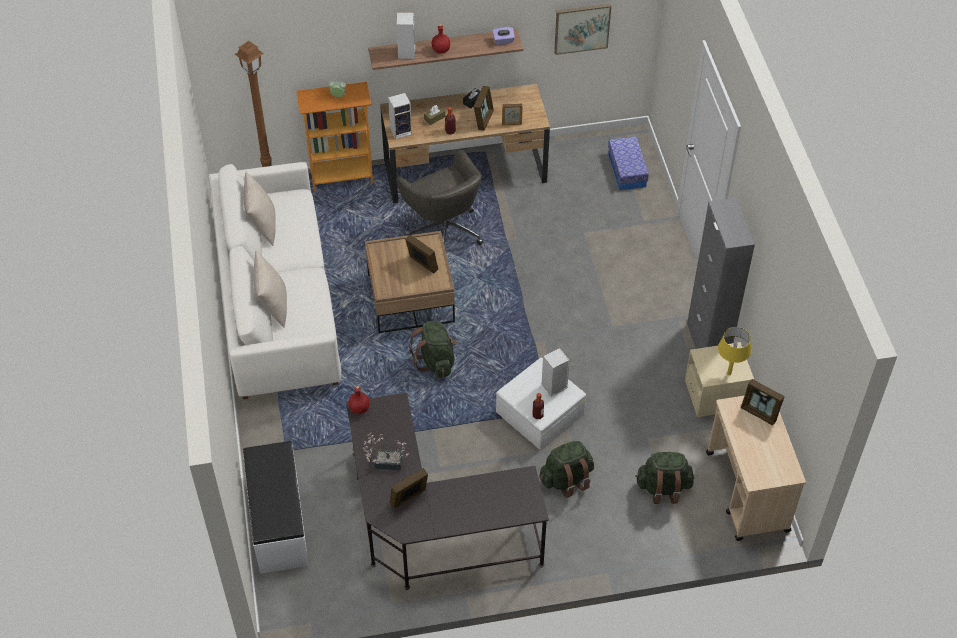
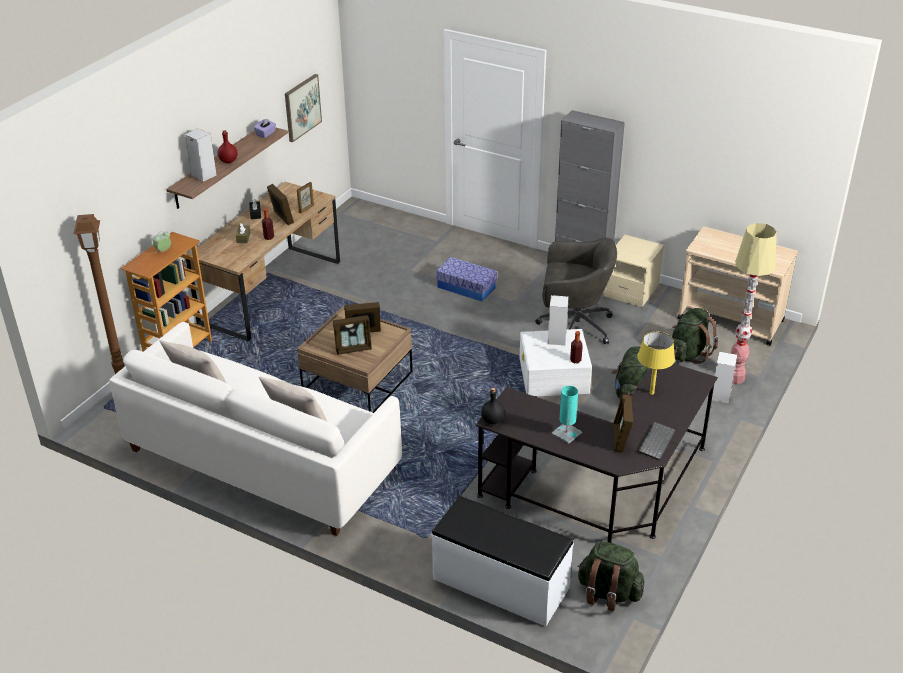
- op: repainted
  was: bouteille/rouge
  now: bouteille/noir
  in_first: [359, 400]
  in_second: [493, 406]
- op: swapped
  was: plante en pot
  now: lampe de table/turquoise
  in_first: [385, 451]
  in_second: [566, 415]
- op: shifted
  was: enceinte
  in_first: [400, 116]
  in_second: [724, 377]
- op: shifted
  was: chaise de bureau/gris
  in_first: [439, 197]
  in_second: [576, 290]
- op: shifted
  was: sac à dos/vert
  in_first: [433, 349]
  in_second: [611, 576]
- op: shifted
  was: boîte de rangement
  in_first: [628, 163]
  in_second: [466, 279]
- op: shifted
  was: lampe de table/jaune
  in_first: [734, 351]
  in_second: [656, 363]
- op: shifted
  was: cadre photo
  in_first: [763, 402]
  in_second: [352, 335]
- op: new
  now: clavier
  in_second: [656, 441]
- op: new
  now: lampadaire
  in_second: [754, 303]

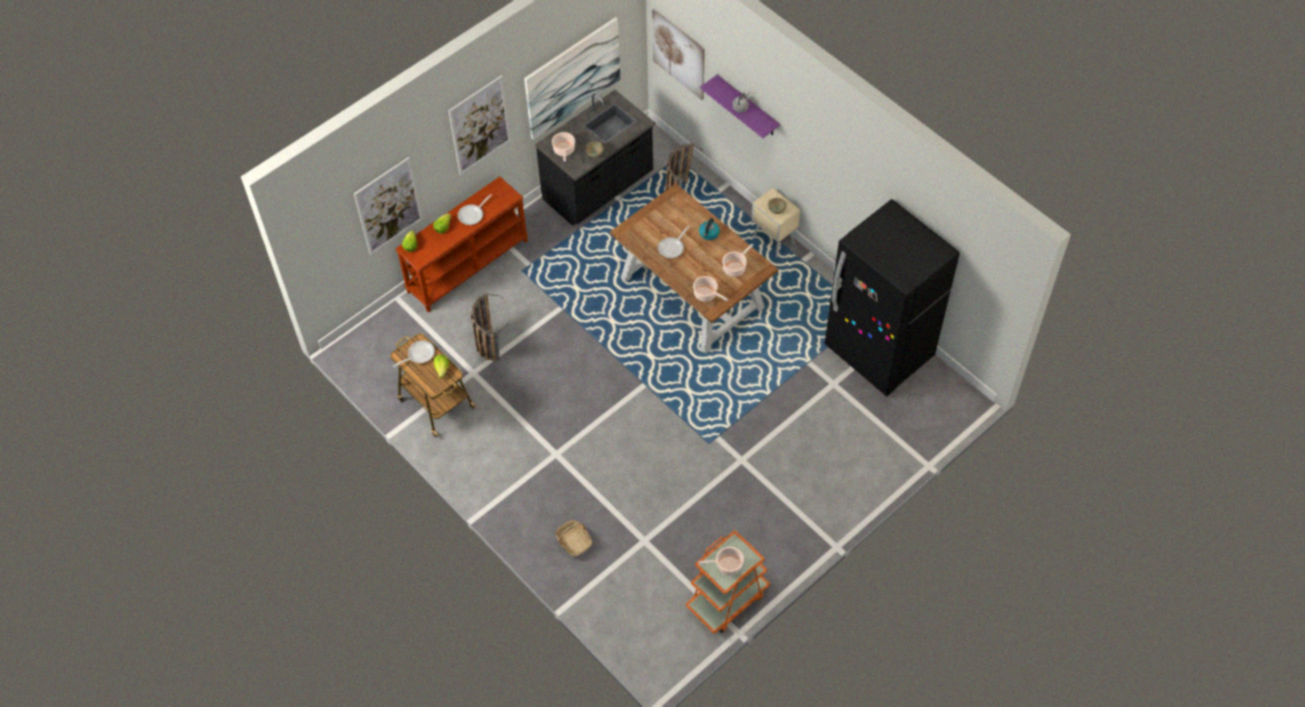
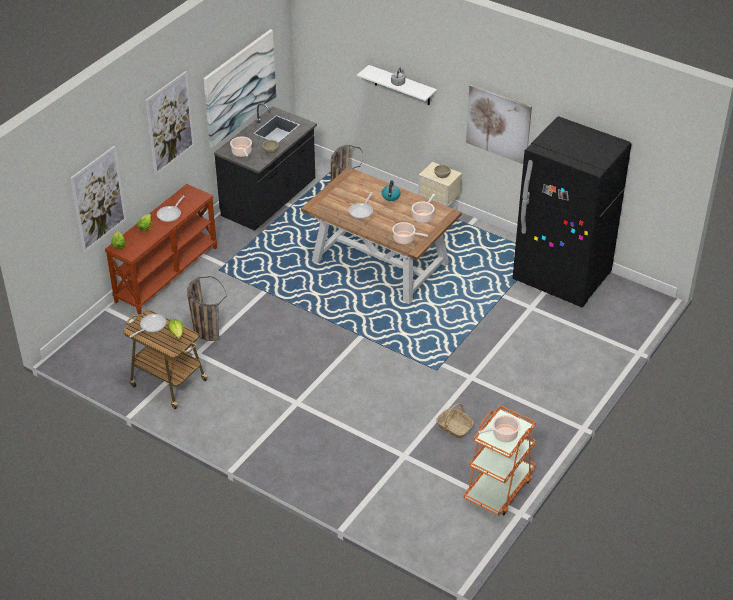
- op: shifted
  was: panier
  in_first: [573, 538]
  in_second: [455, 421]
- op: shifted
  was: tableau
  in_first: [678, 54]
  in_second: [499, 124]
- op: repainted
  was: étagère/violet
  now: étagère/blanc
  in_first: [740, 106]
  in_second: [397, 85]

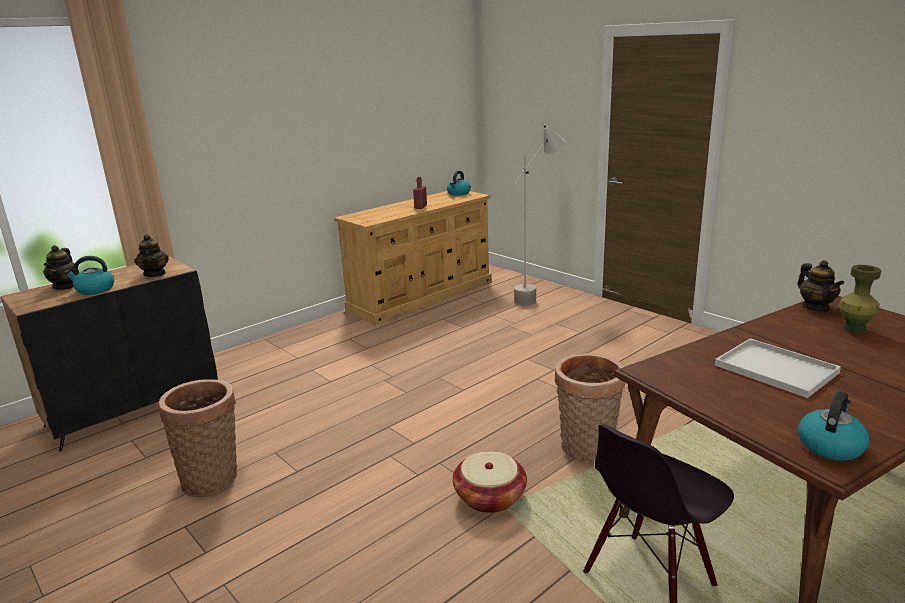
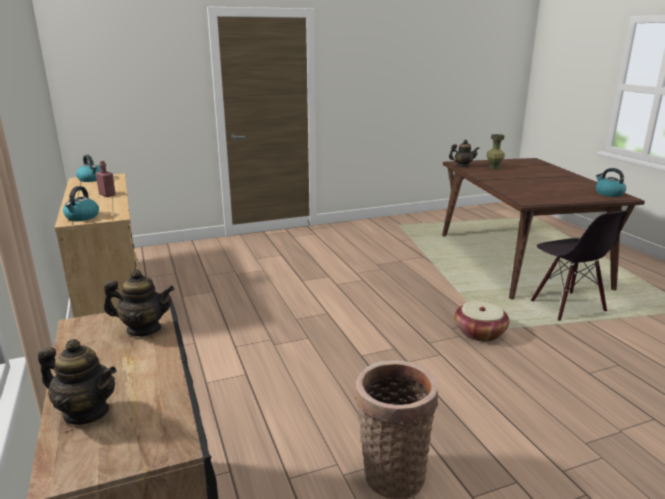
- op: shifted
  was: bouilloire
  in_first: [89, 275]
  in_second: [81, 203]
- op: gone
  was: lampadaire/gris
  in_first: [539, 215]
- op: gone
  was: panier
  in_first: [590, 407]
- op: gone
  was: plateau/blanc
  in_first: [778, 368]

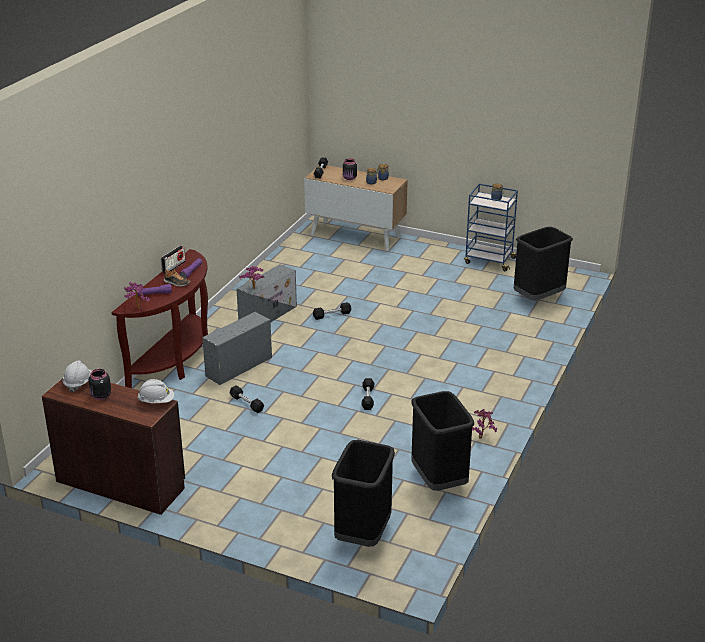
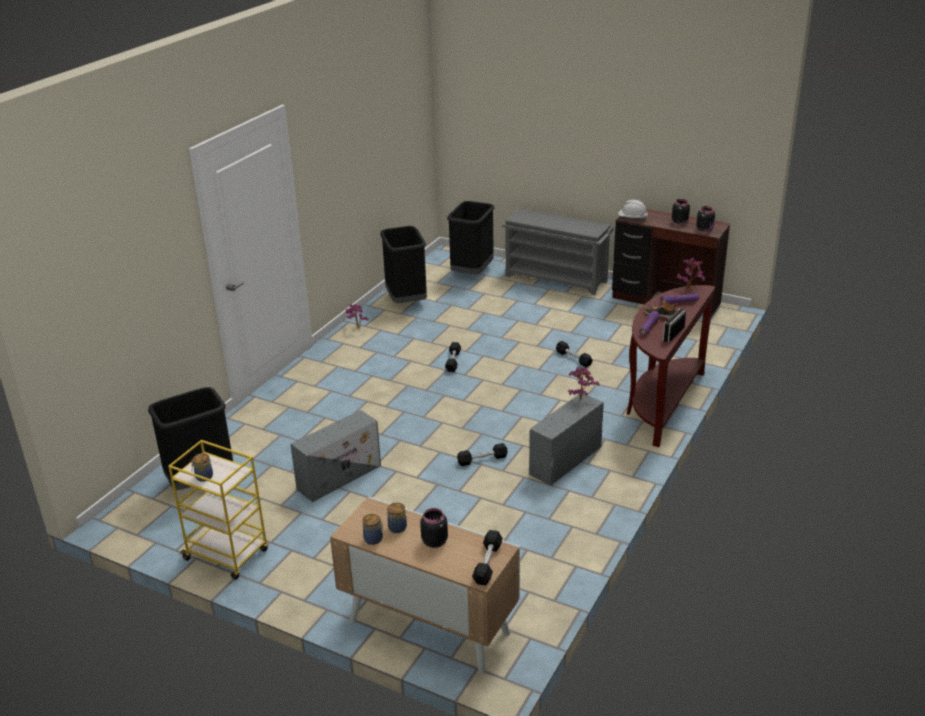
- op: swapped
  was: casque de chantier/blanc
  now: bocal/noir
  in_first: [77, 376]
  in_second: [705, 219]
- op: shifted
  was: boîte de rangement/gris
  in_first: [237, 348]
  in_second: [335, 456]
- op: repainted
  was: chariot/bleu
  now: chariot/jaune
  in_first: [491, 227]
  in_second: [218, 510]
- op: new
  now: étagère à chaussures/gris
  in_second: [558, 252]

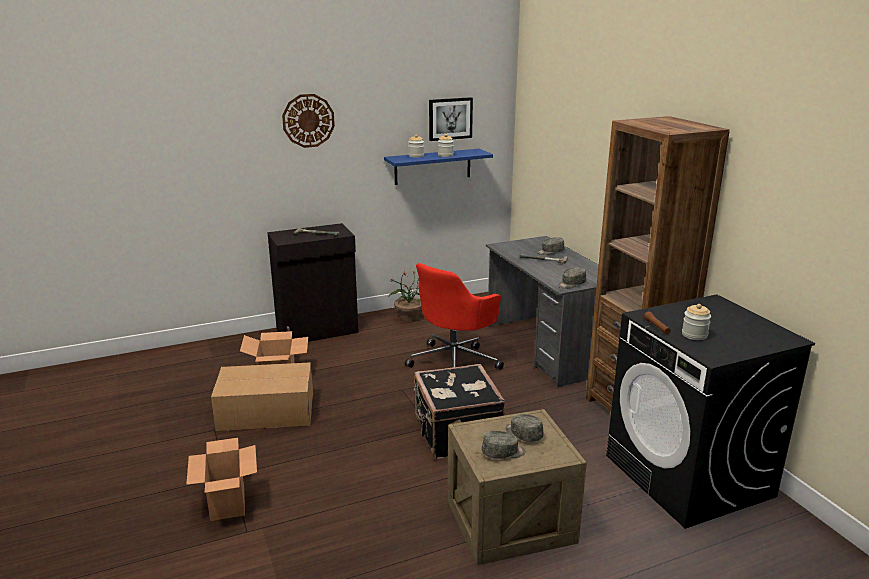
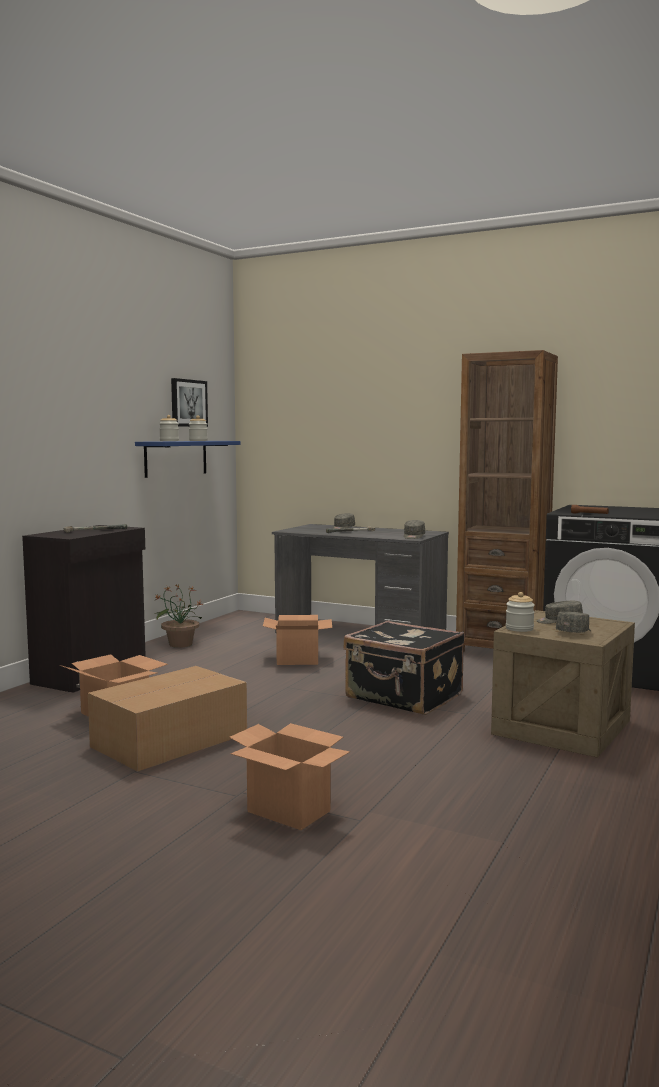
- op: gone
  was: horloge murale
  in_first: [308, 121]
- op: swapped
  was: chaise de bureau/rouge
  now: carton
  in_first: [454, 316]
  in_second: [297, 640]
- op: shifted
  was: bocal
  in_first: [696, 322]
  in_second: [520, 612]

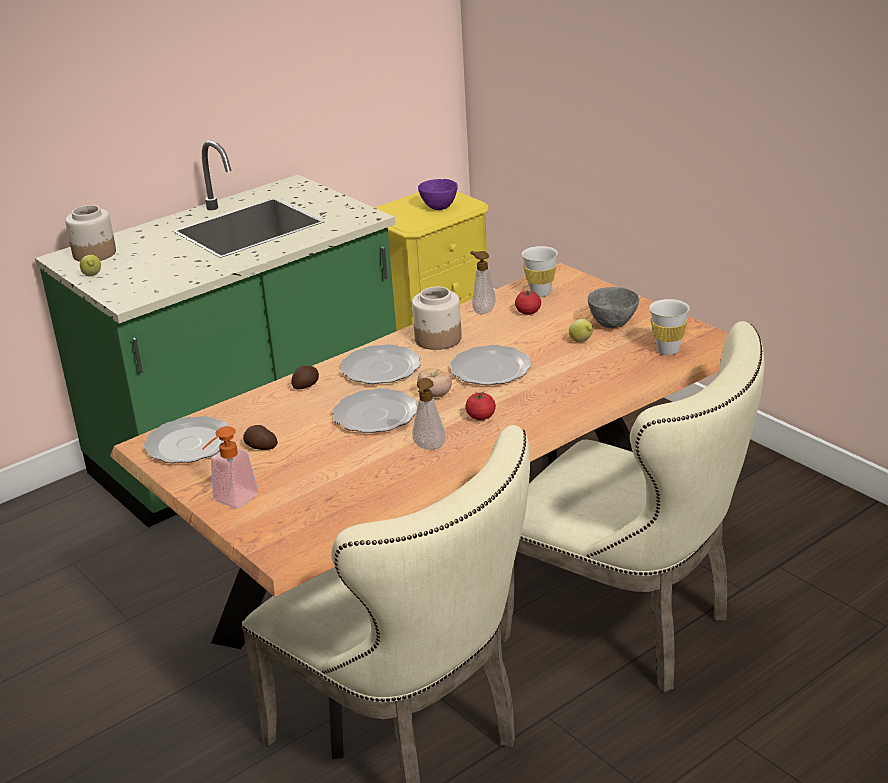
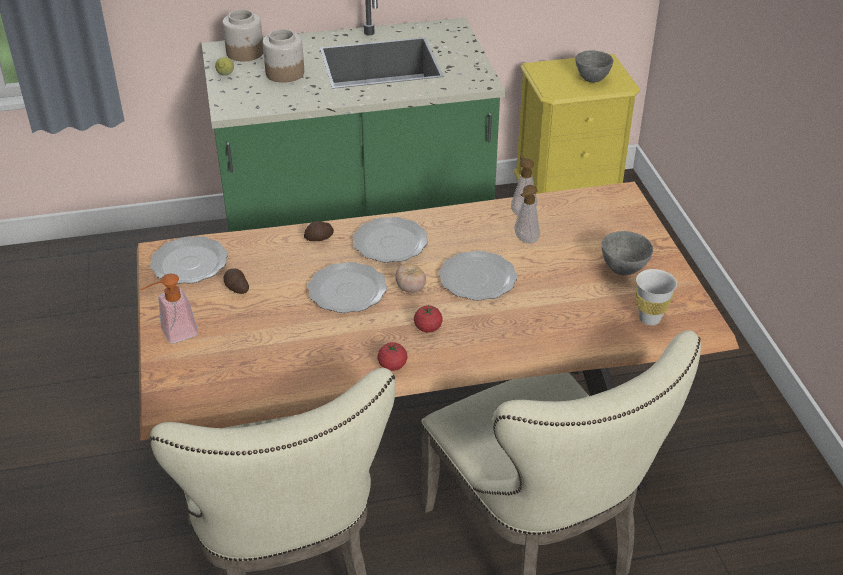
- op: shifted
  was: bocal
  in_first: [437, 318]
  in_second: [283, 56]
- op: shifted
  was: distributeur de savon
  in_first: [429, 414]
  in_second: [527, 214]
- op: repainted
  was: bol/violet
  now: bol/gris
  in_first: [438, 194]
  in_second: [594, 66]
- op: shifted
  was: tomate
  in_first: [528, 303]
  in_second: [392, 356]
- op: gone
  was: tasse/blanc
  in_first: [540, 271]
- op: gone
  was: citron
  in_first: [581, 330]

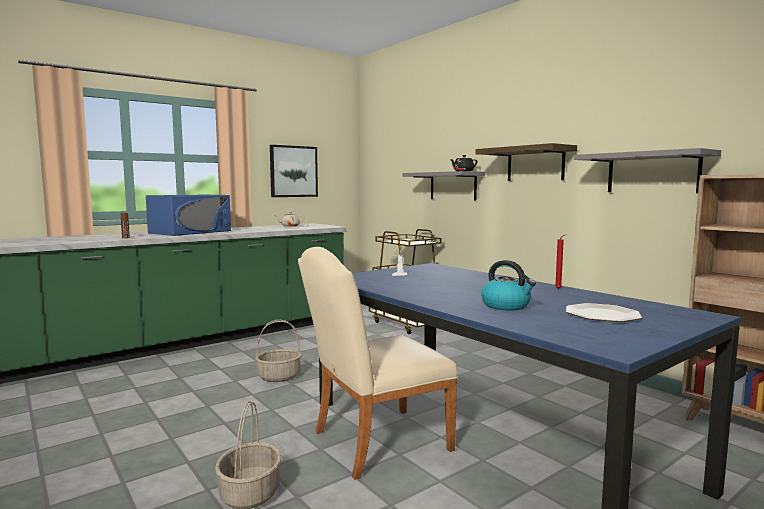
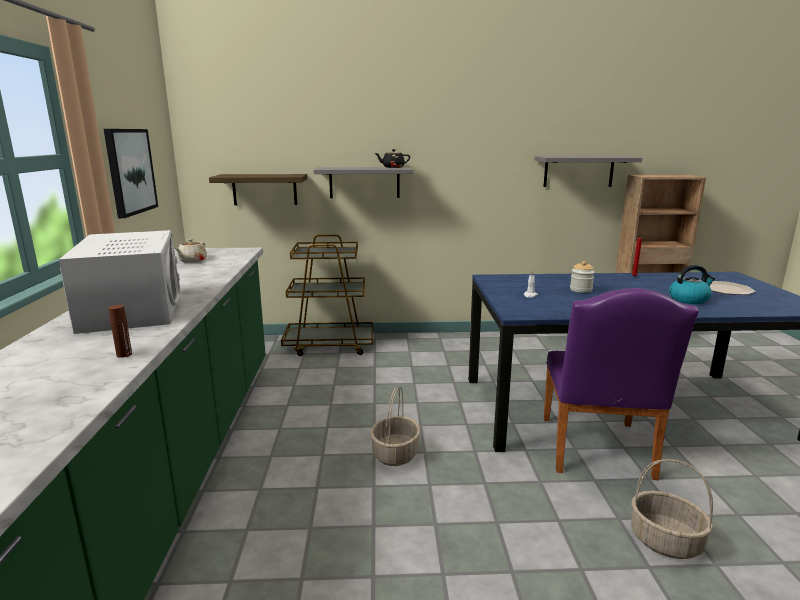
- op: repainted
  was: micro-ondes/bleu
  now: micro-ondes/blanc
  in_first: [188, 215]
  in_second: [119, 282]
- op: repainted
  was: chaise/beige
  now: chaise/violet
  in_first: [378, 363]
  in_second: [621, 384]
- op: shifted
  was: étagère
  in_first: [526, 162]
  in_second: [258, 189]
- op: new
  now: bocal
  in_second: [582, 277]

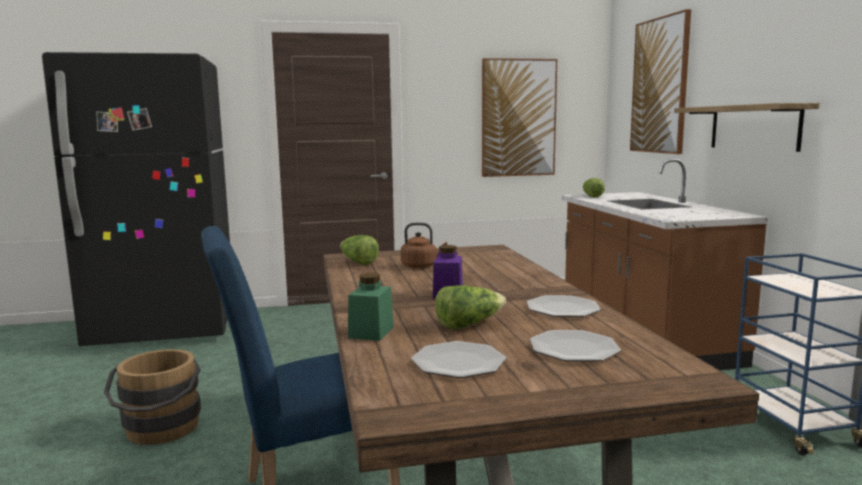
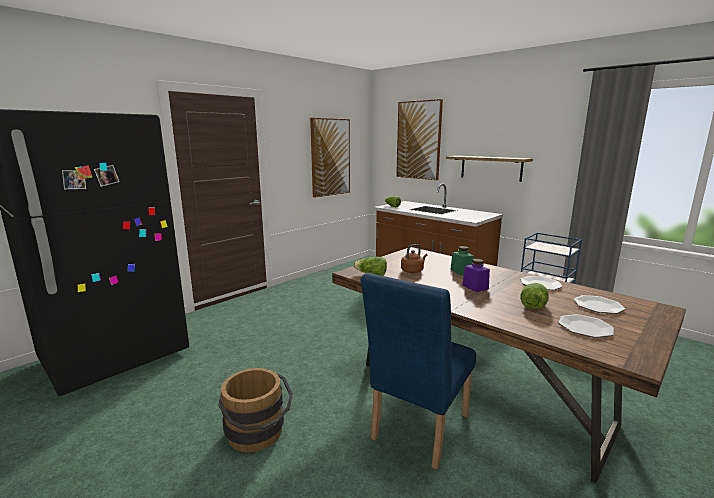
- op: shifted
  was: bocal/vert
  in_first: [371, 307]
  in_second: [462, 261]

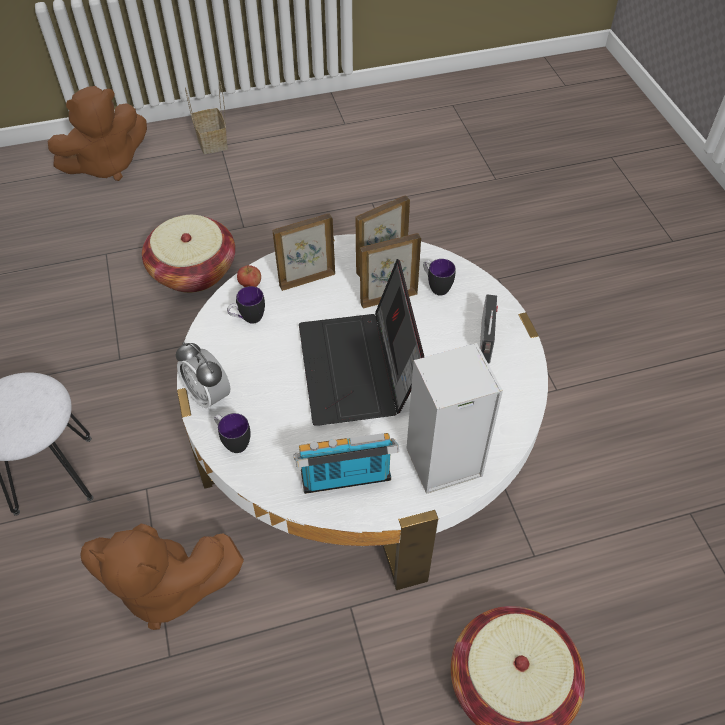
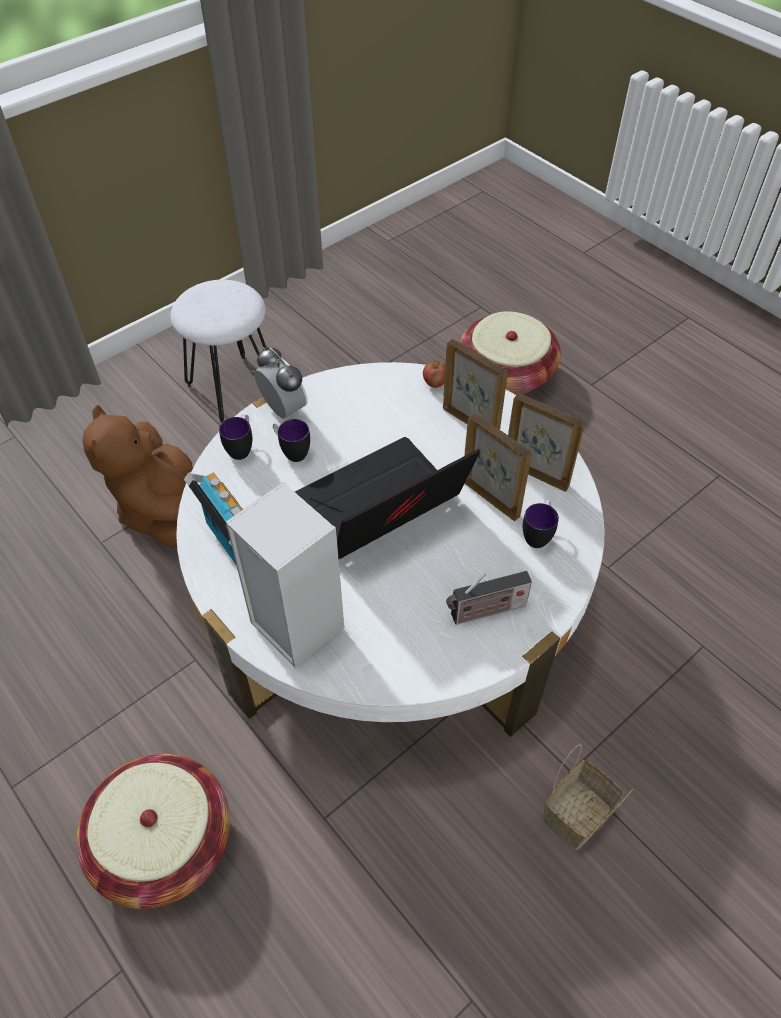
- op: gone
  was: peluche/marron
  in_first: [97, 133]
- op: rotated
  was: réveil
  in_first: [203, 376]
  in_second: [281, 382]
  clockwise: 120
- op: shifted
  was: panier
  in_first: [206, 117]
  in_second: [588, 797]
- op: shifted
  was: mug
  in_first: [246, 305]
  in_second: [291, 440]

